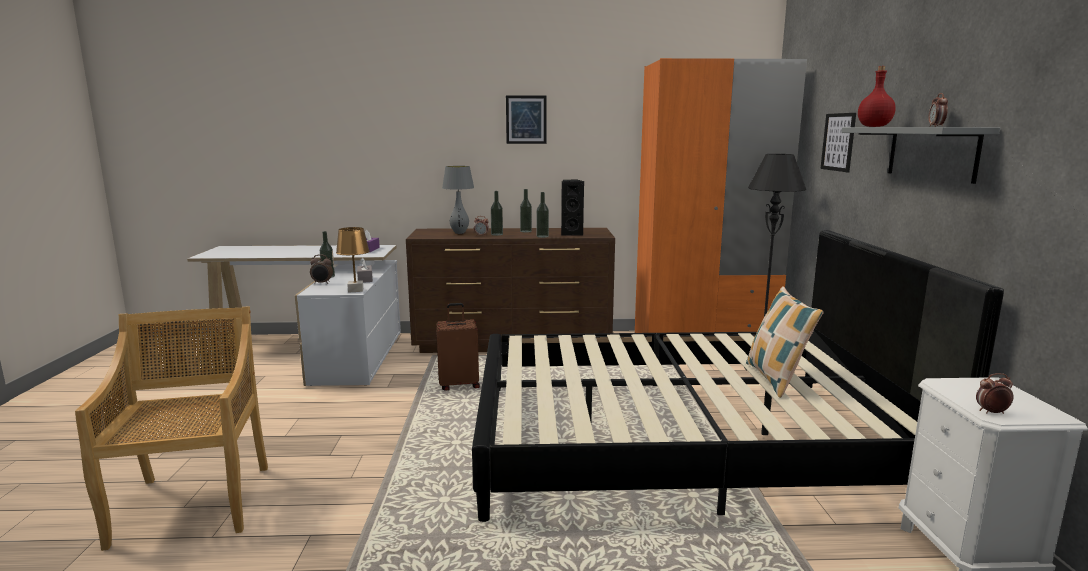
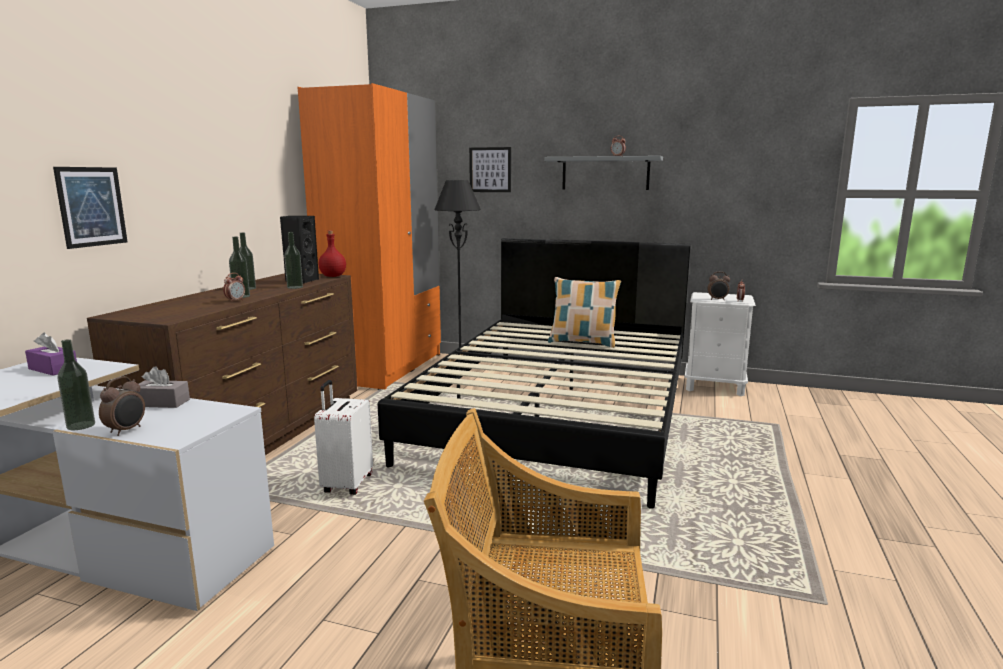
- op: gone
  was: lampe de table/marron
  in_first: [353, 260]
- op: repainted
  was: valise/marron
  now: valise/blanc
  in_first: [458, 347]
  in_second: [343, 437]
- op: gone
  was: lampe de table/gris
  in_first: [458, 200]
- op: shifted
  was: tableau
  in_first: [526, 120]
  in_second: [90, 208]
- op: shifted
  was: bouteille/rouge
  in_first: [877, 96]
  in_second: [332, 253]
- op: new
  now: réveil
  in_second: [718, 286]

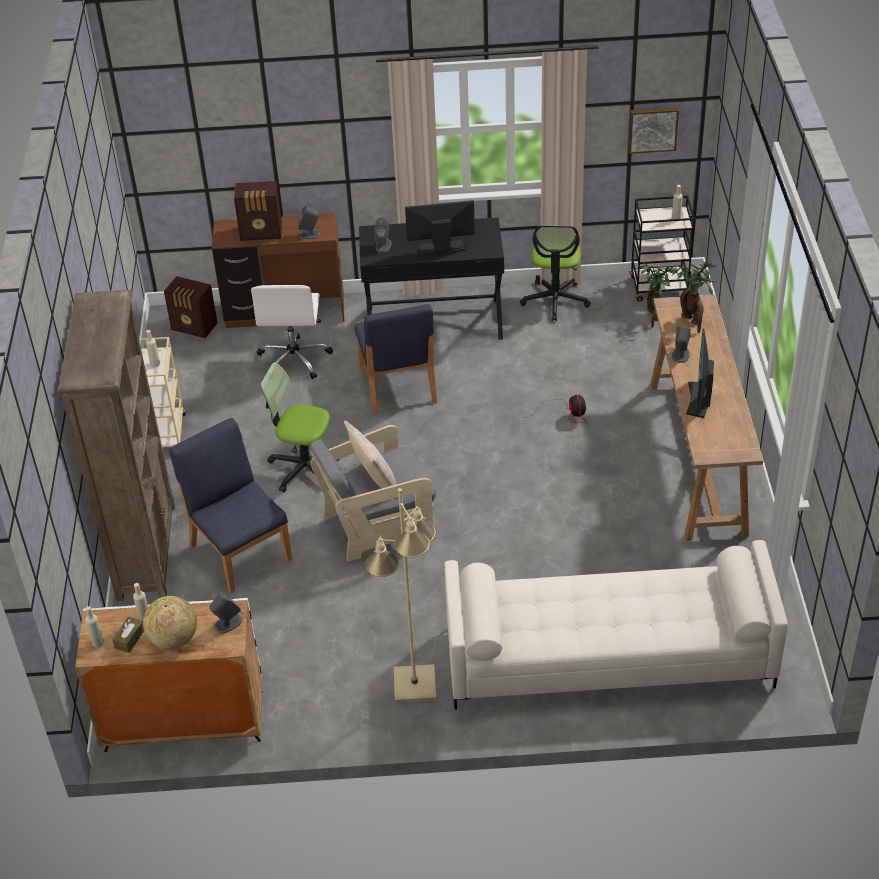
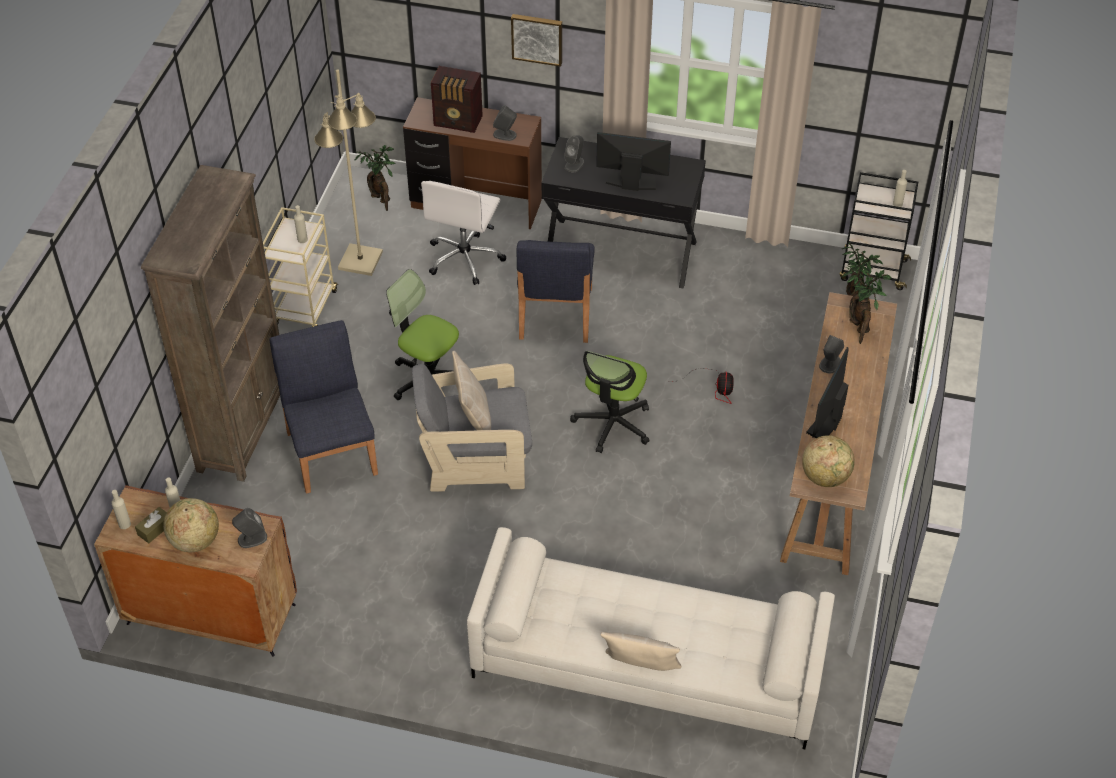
- op: repainted
  was: meuble de rangement/blanc
  now: meuble de rangement/marron
  in_first: [168, 674]
  in_second: [195, 571]
- op: swapped
  was: radio
  now: plante en pot
  in_first: [191, 307]
  in_second: [375, 178]
- op: shifted
  was: lampadaire/beige
  in_first: [400, 595]
  in_second: [348, 172]
- op: shifted
  was: chaise de bureau
  in_first: [555, 273]
  in_second: [610, 402]
- op: shifted
  was: tableau
  in_first: [654, 130]
  in_second: [536, 40]
- op: new
  now: coussin/beige
  in_second: [641, 651]
- op: new
  now: globe
  in_second: [828, 461]

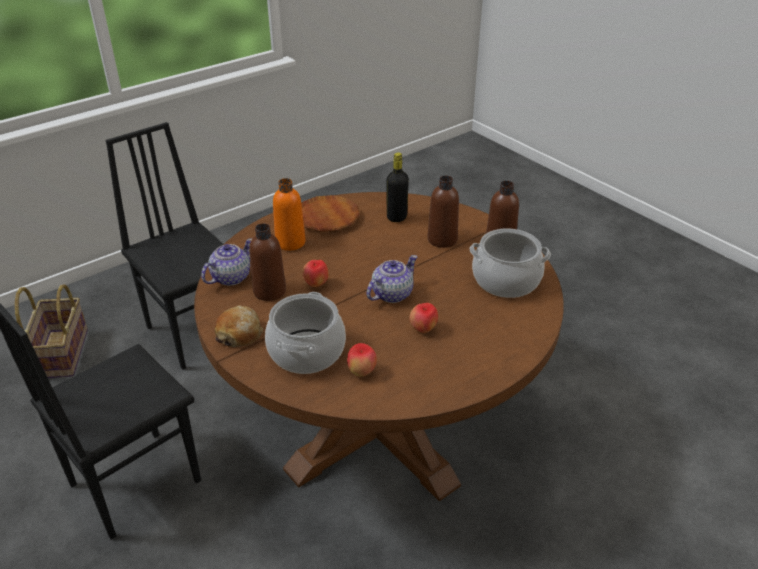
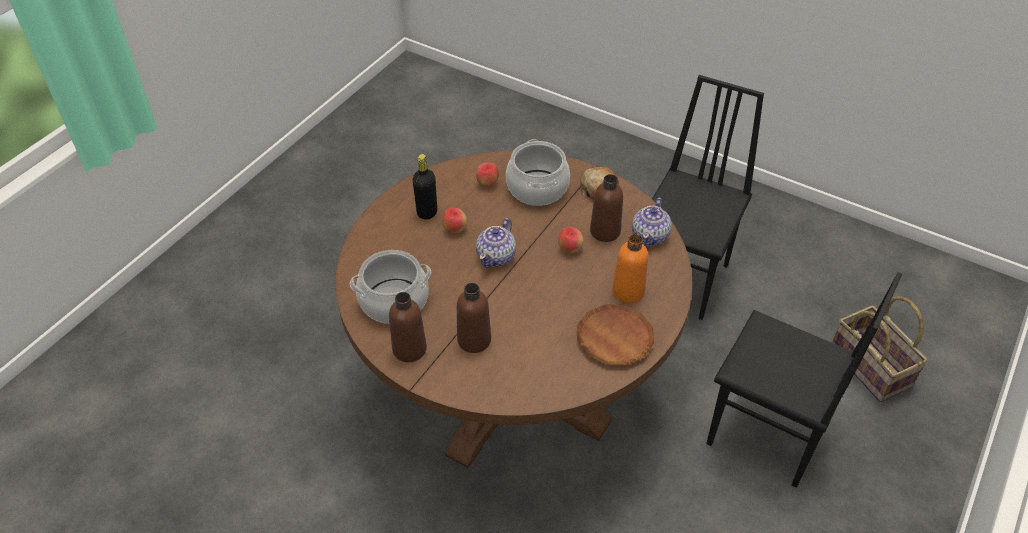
- op: shifted
  was: bouteille/noir
  in_first: [397, 187]
  in_second: [425, 186]

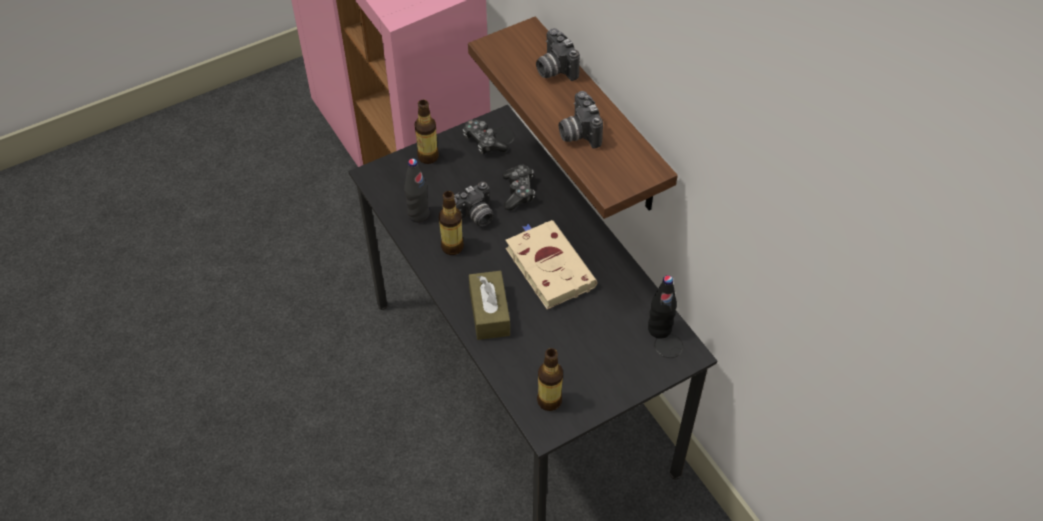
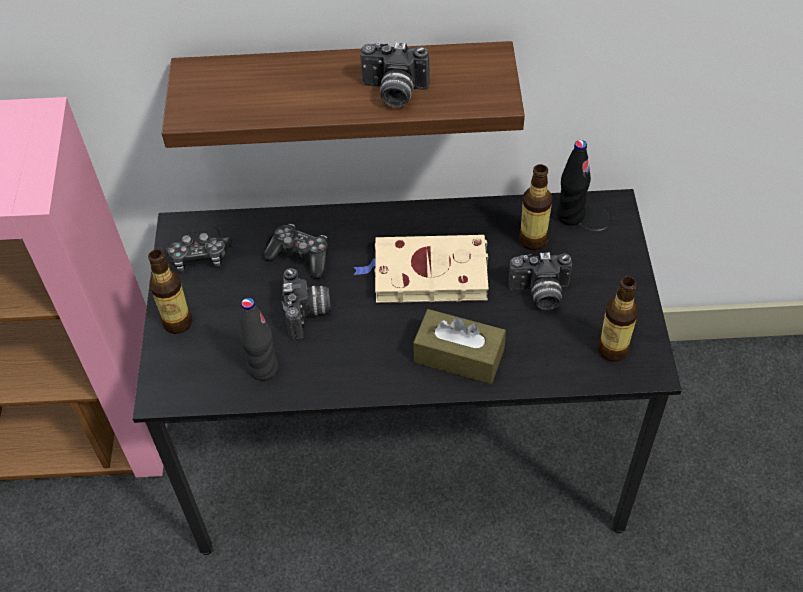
- op: shifted
  was: bouteille
  in_first: [451, 223]
  in_second: [535, 207]
- op: shifted
  was: appareil photo
  in_first: [558, 54]
  in_second: [540, 281]

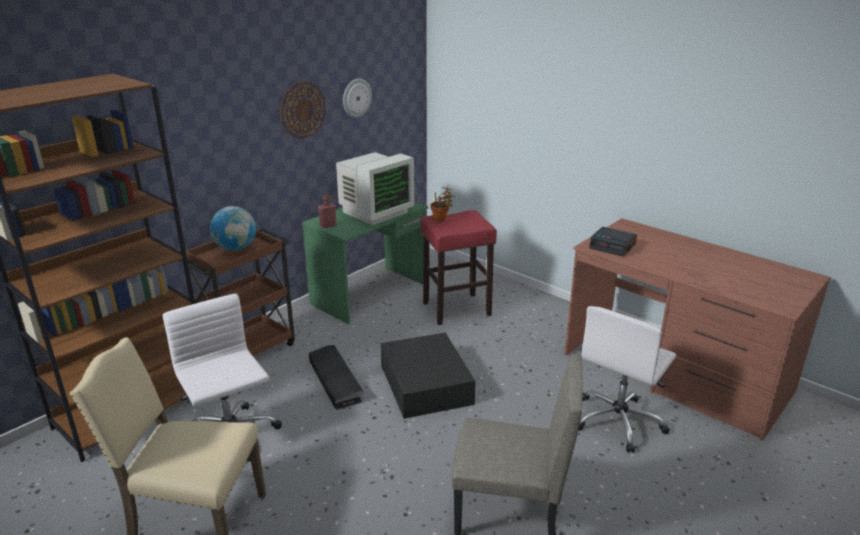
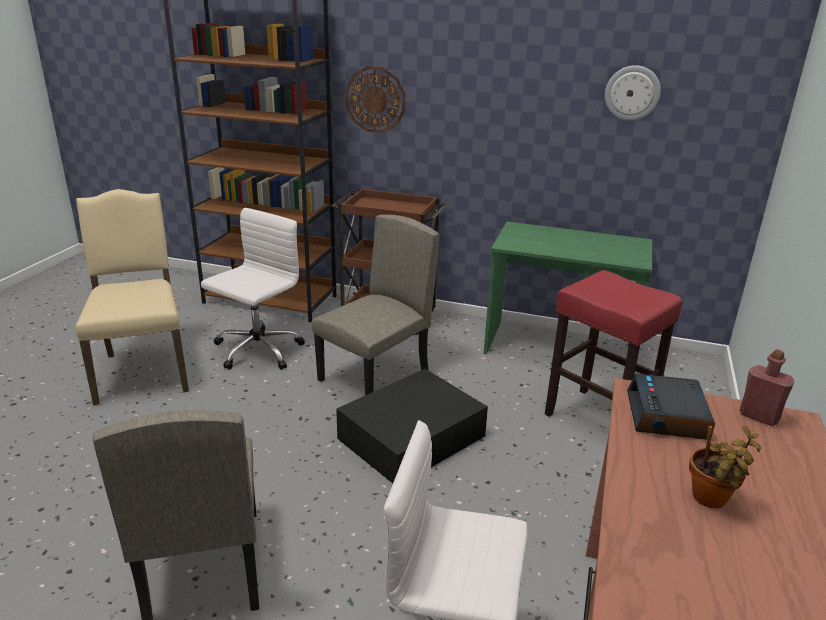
- op: gone
  was: globe
  in_first: [233, 228]
- op: shifted
  was: horloge murale
  in_first: [303, 110]
  in_second: [375, 99]
- op: swapped
  was: boîte de rangement/noir
  now: chaise/beige
  in_first: [336, 377]
  in_second: [375, 305]
- op: shifted
  was: bouteille/rouge
  in_first: [327, 211]
  in_second: [767, 387]
- op: gone
  was: écran d'ordinateur
  in_first: [375, 188]
- op: shifted
  was: plante en pot
  in_first: [442, 204]
  in_second: [725, 467]

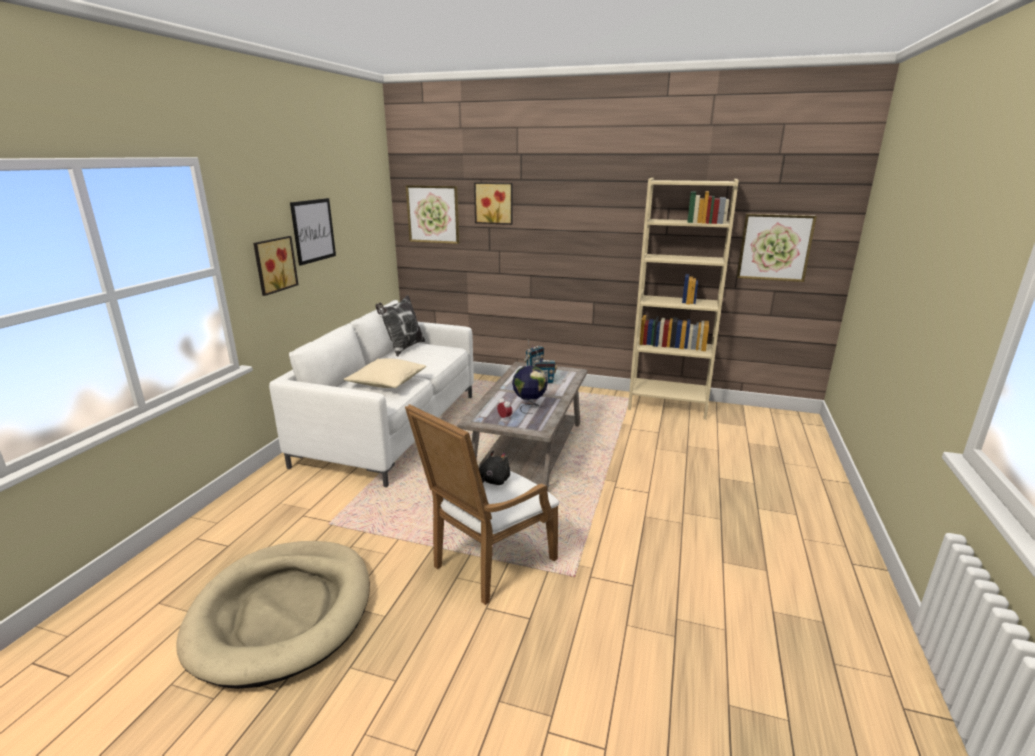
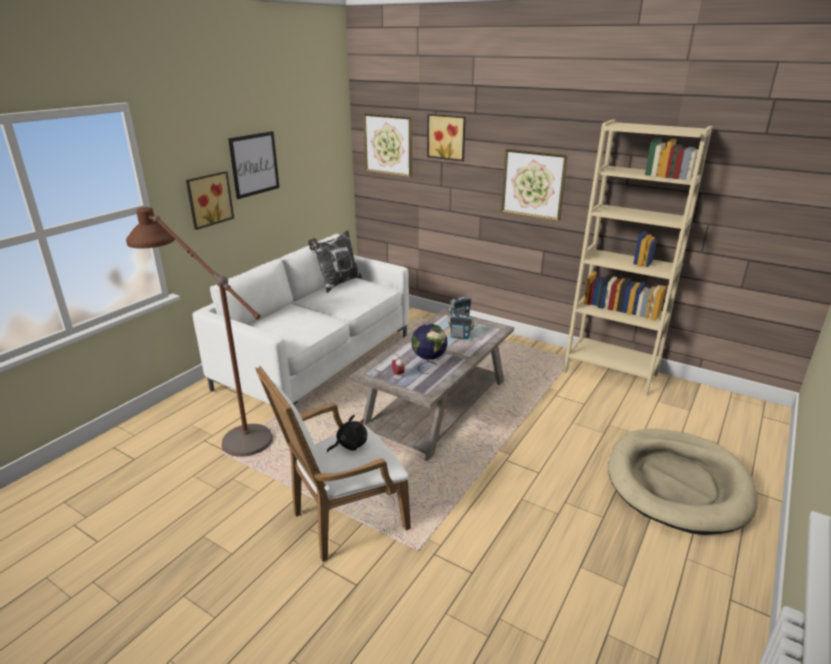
- op: shifted
  was: panier pour chien/beige
  in_first: [273, 615]
  in_second: [683, 482]
- op: gone
  was: coussin/beige
  in_first: [385, 373]
- op: shifted
  was: tableau
  in_first: [777, 248]
  in_second: [534, 185]
- op: new
  now: lampadaire/marron
  in_second: [199, 332]

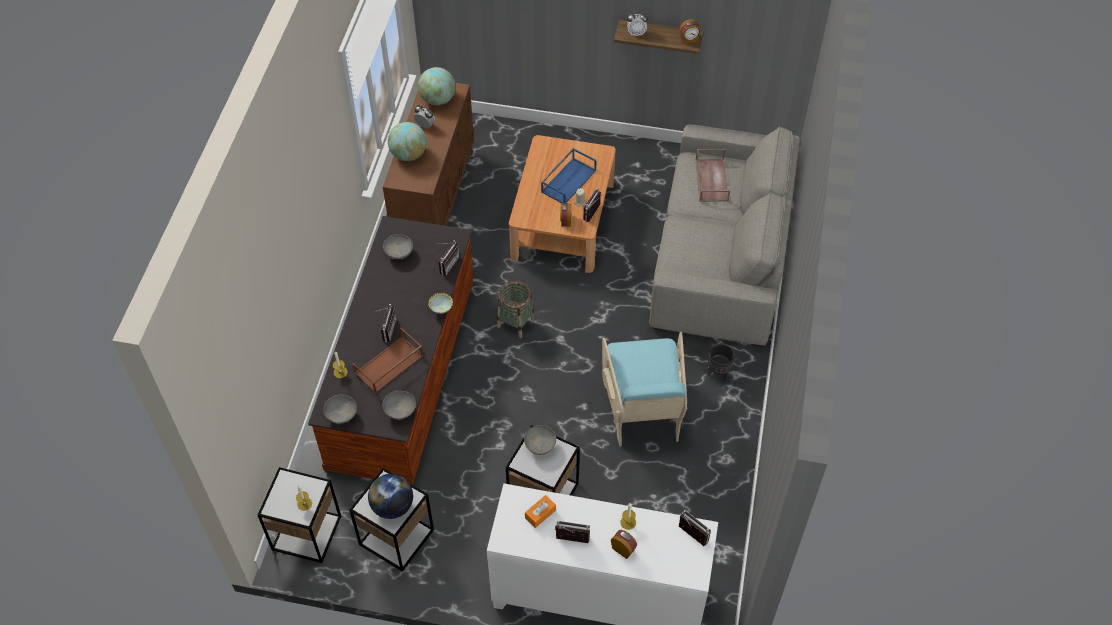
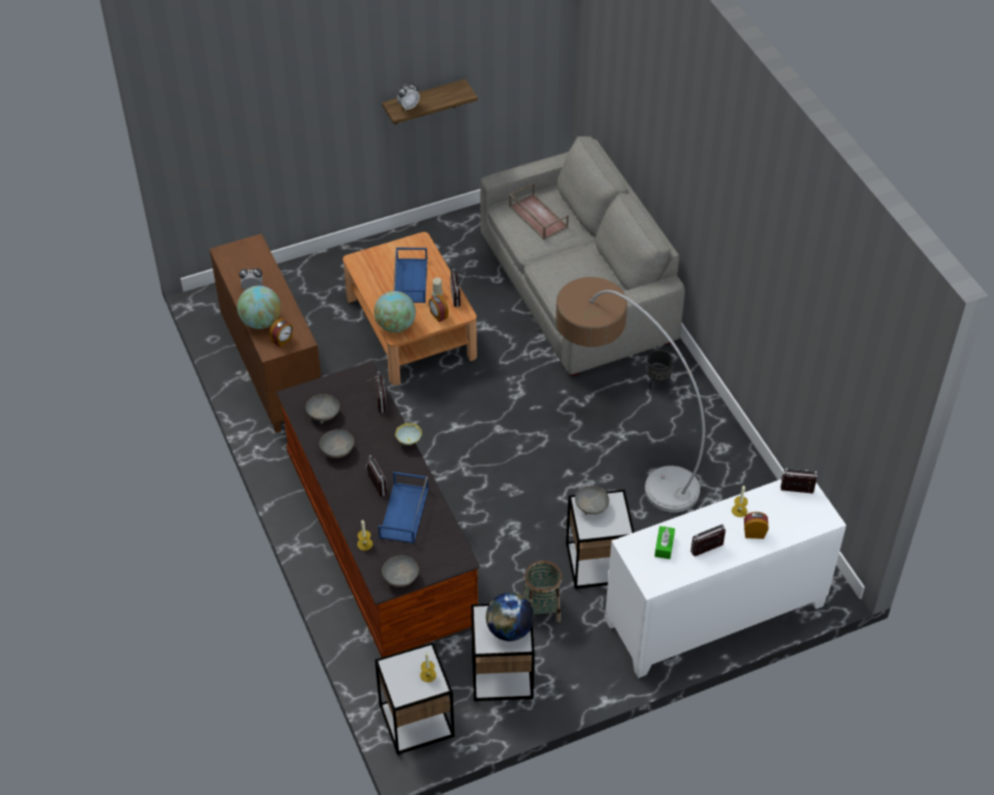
- op: repainted
  was: plateau/marron
  now: plateau/bleu
  in_first: [388, 360]
  in_second: [403, 508]
- op: shifted
  was: bol/gris
  in_first: [399, 405]
  in_second: [337, 443]
- op: shifted
  was: globe
  in_first: [437, 86]
  in_second: [395, 312]
- op: shifted
  was: panier
  in_first: [516, 309]
  in_second: [543, 591]
- op: repainted
  was: boîte à mouchoirs/orange
  now: boîte à mouchoirs/vert
  in_first: [540, 511]
  in_second: [665, 542]
- op: swapped
  was: fauteuil/turquoise
  now: lampadaire
  in_first: [644, 389]
  in_second: [630, 395]
- op: shifted
  was: réveil
  in_first: [690, 31]
  in_second: [281, 332]

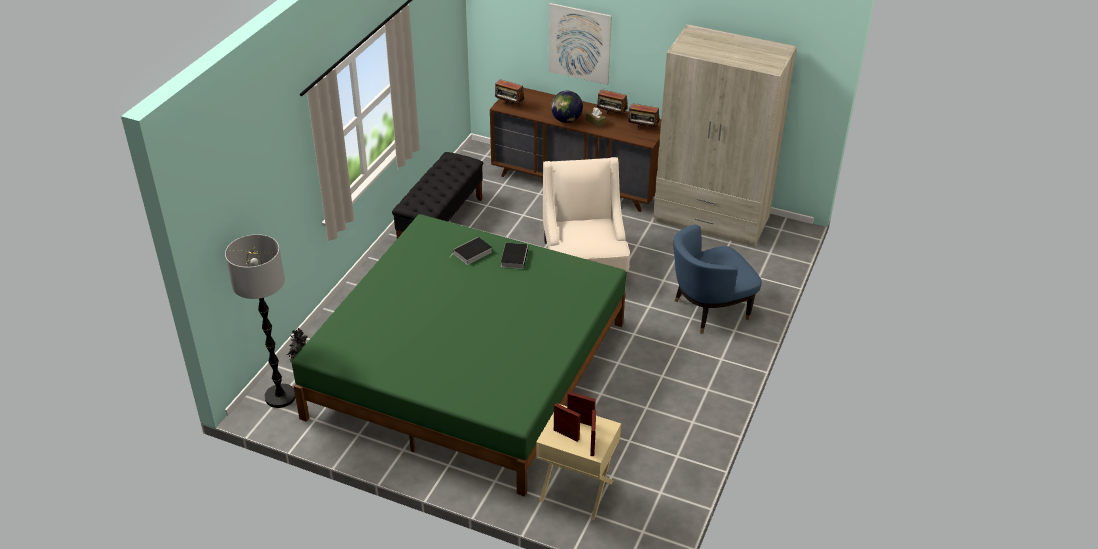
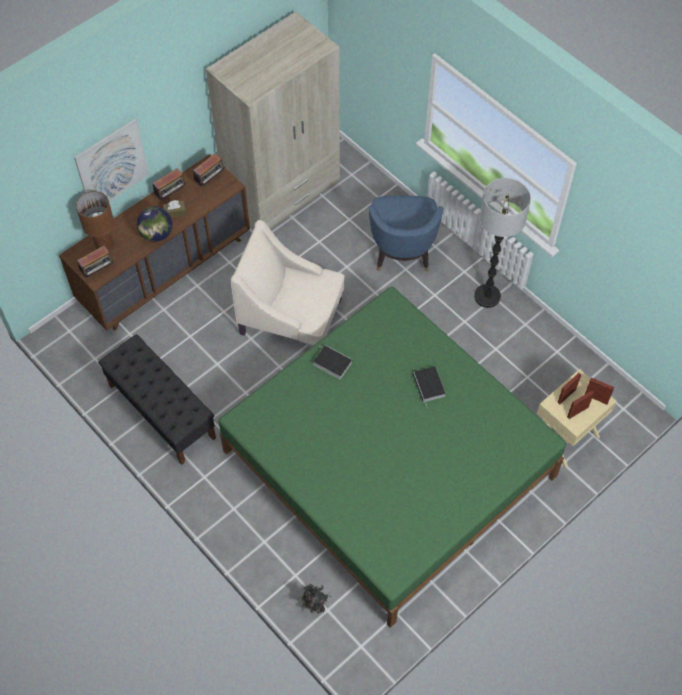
- op: shifted
  was: lampadaire
  in_first: [260, 321]
  in_second: [502, 243]
- op: shifted
  was: livre
  in_first: [472, 251]
  in_second: [429, 385]
- op: new
  now: lampe de table/marron
  in_second: [95, 220]

